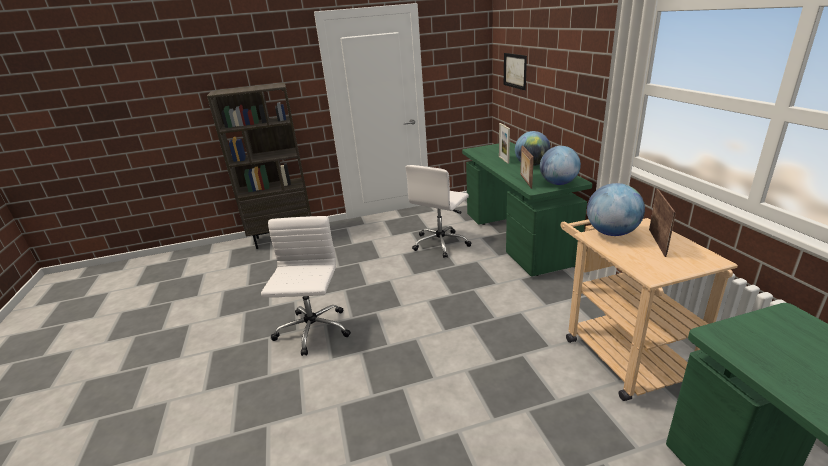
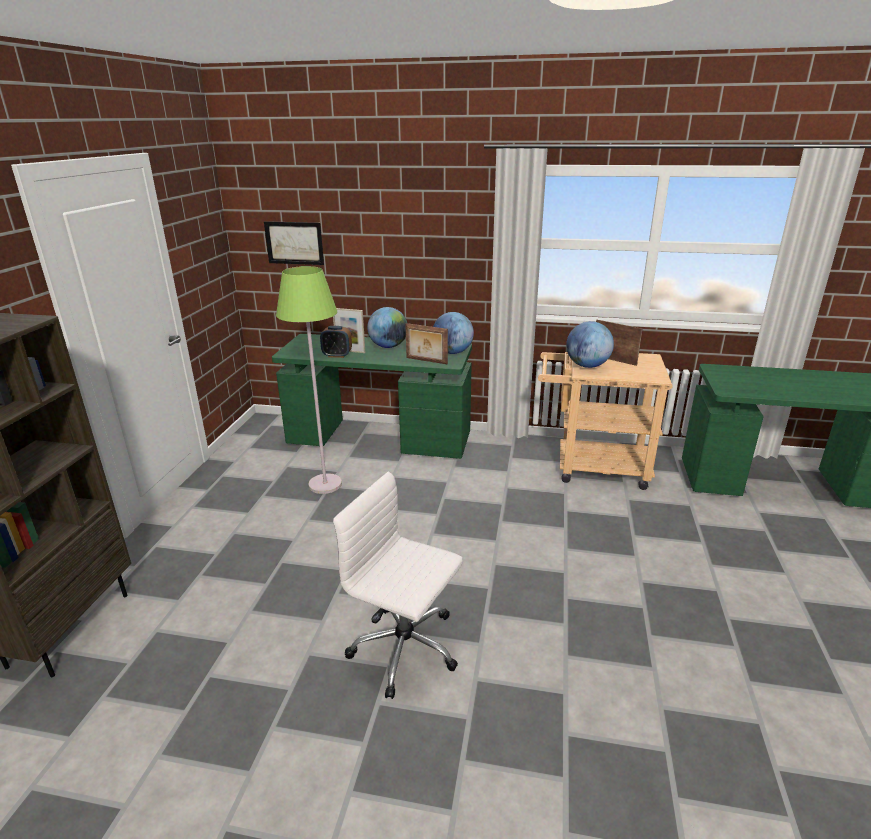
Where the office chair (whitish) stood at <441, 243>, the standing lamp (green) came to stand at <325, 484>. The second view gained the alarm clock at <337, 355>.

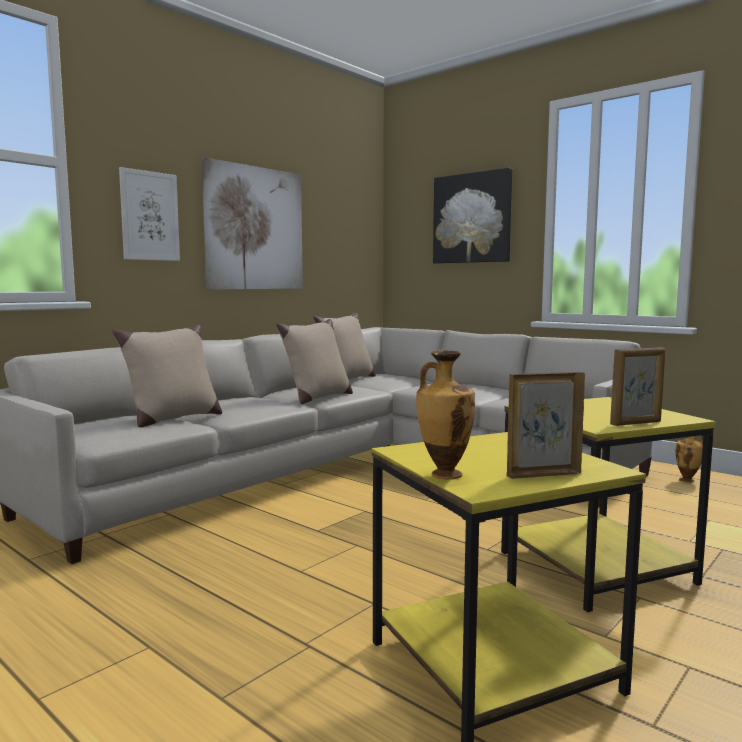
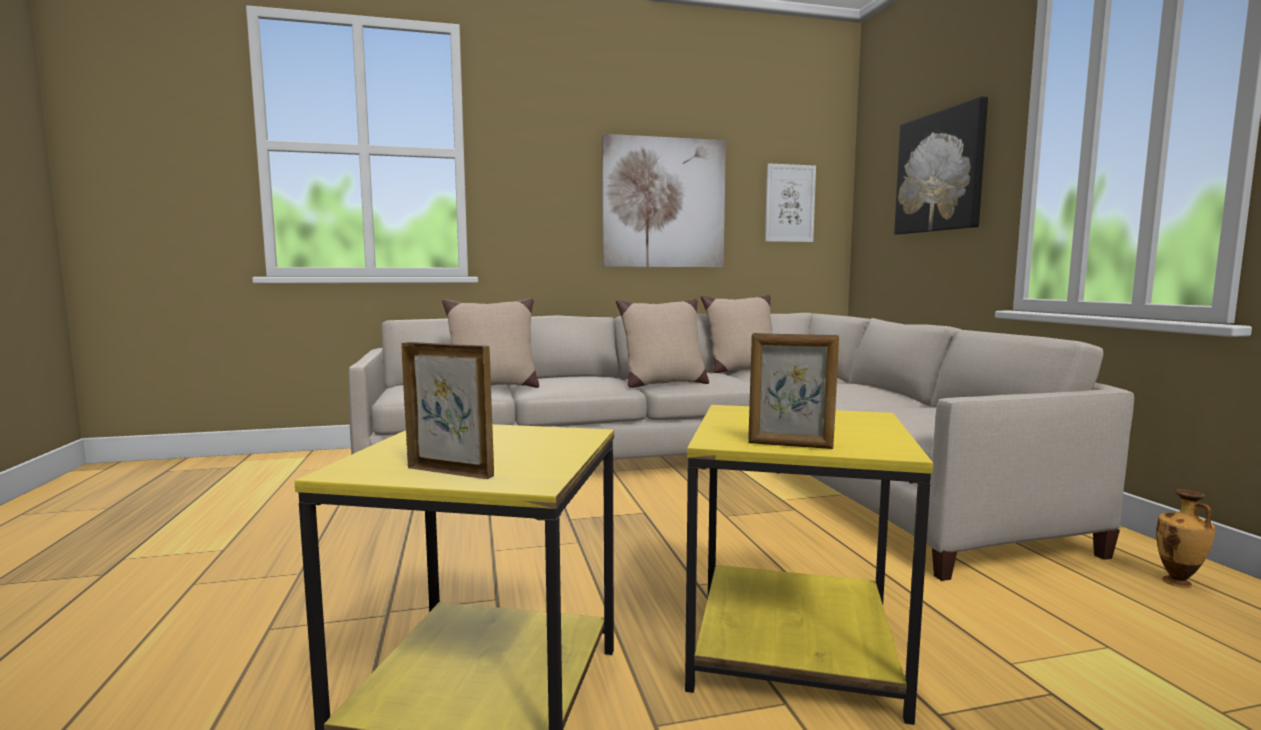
The picture ended up elsewhere, having gone from <150, 216> to <789, 203>. The second view lost the vase at <444, 474>.

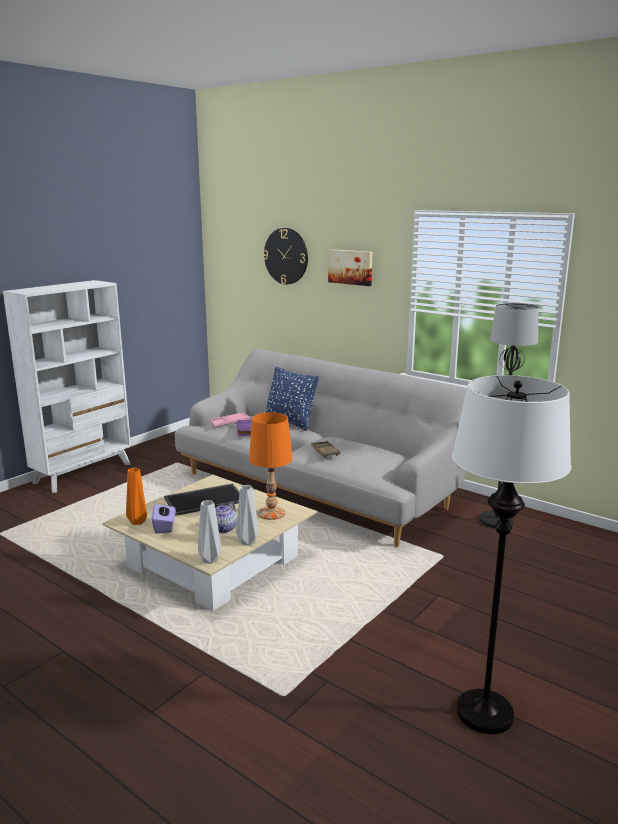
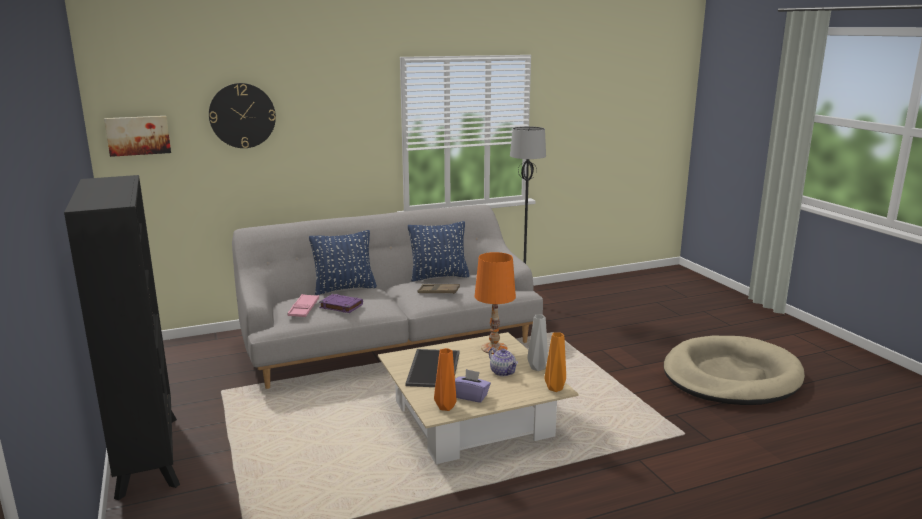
The picture ended up elsewhere, having gone from <351, 267> to <138, 135>. What was the bookshelf (whitish) at <84, 473> turned into the bookshelf (black) at <148, 455>. Where the standing lamp (whitish) stood at <484, 712>, the dog bed (sand-coloured) came to stand at <730, 376>. What was the vase (grey) at <209, 560> turned into the vase (orangey) at <554, 389>. The second view gained the cushion (bluish) at <439, 277>.

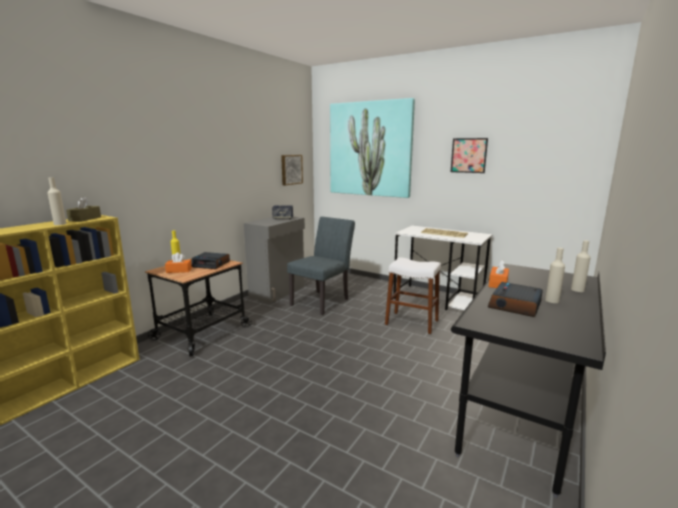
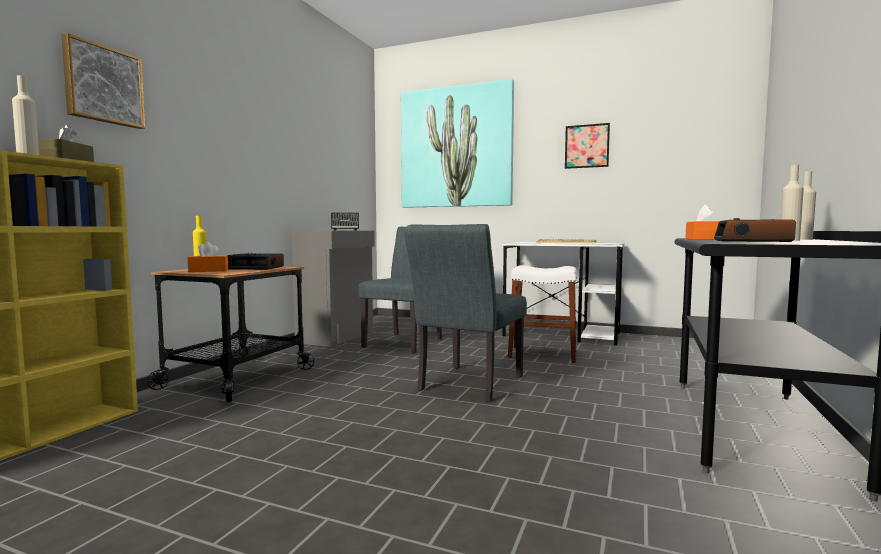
The picture ended up elsewhere, having gone from <291, 169> to <103, 85>. The second view gained the chair (grey) at <467, 385>.

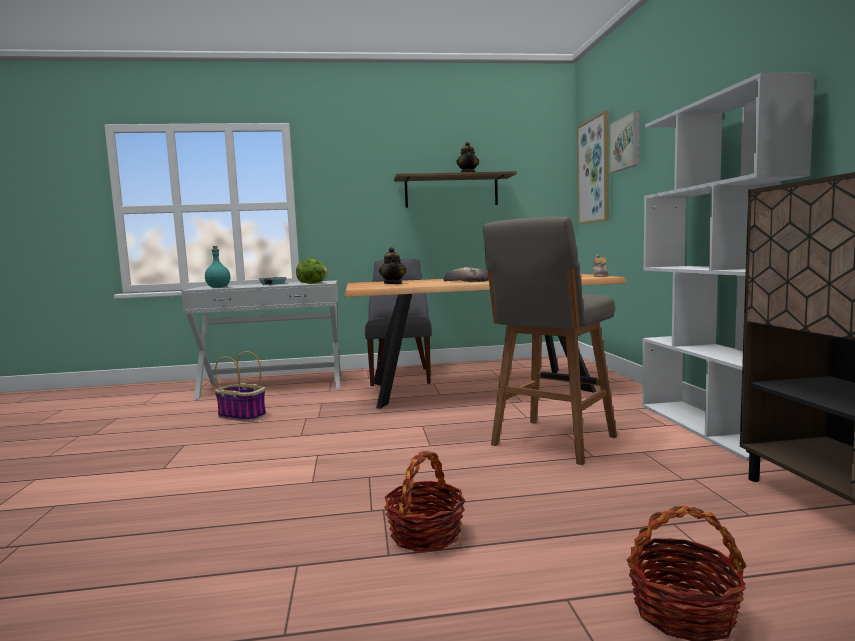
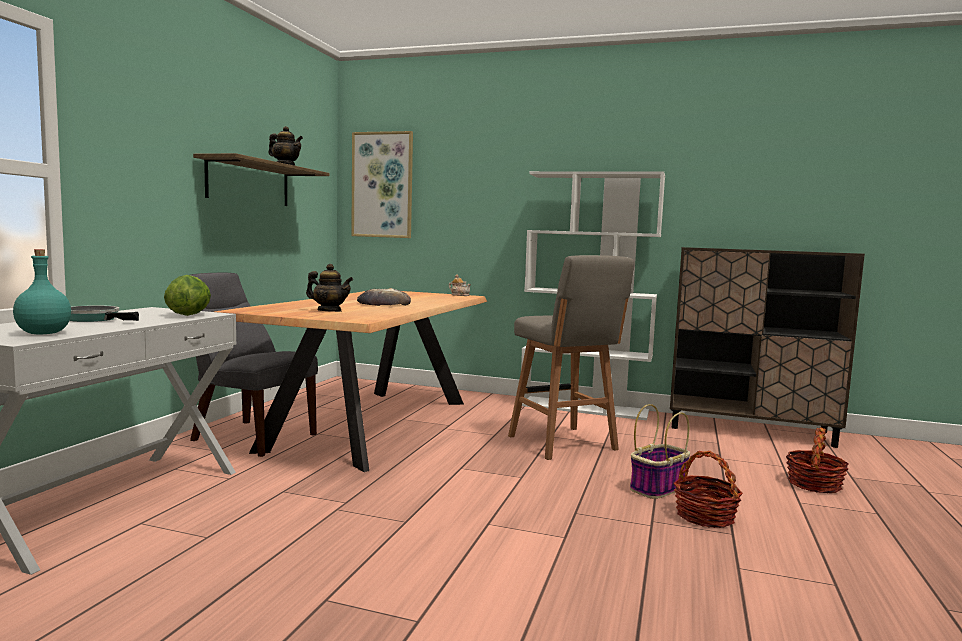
The second view lost the picture at <626, 143>. The storage basket ended up elsewhere, having gone from <243, 416> to <658, 487>.

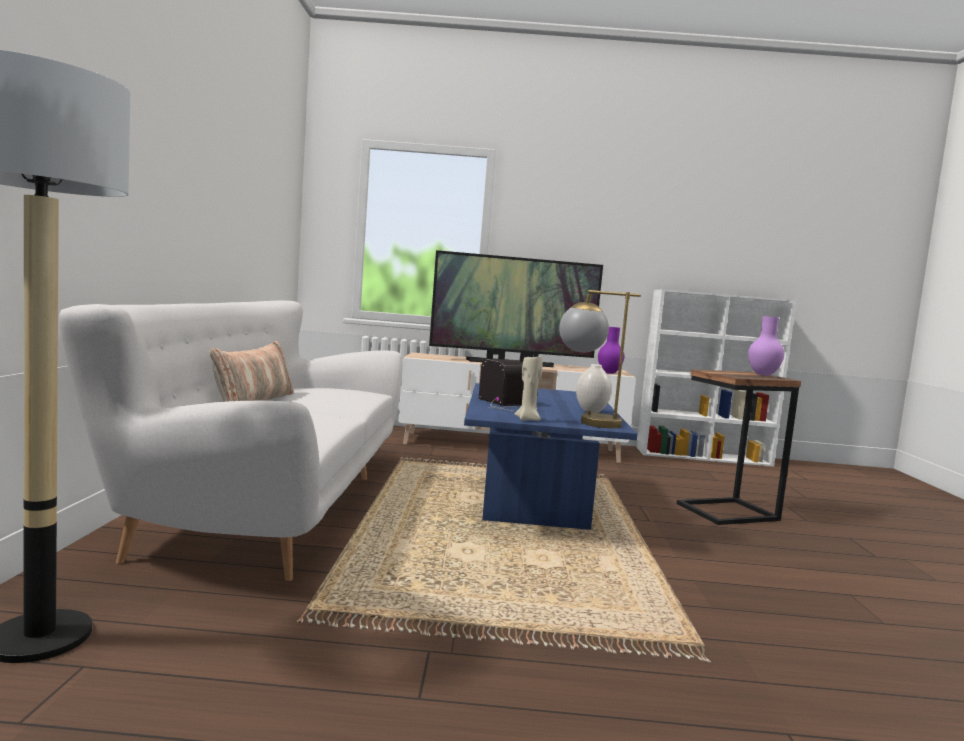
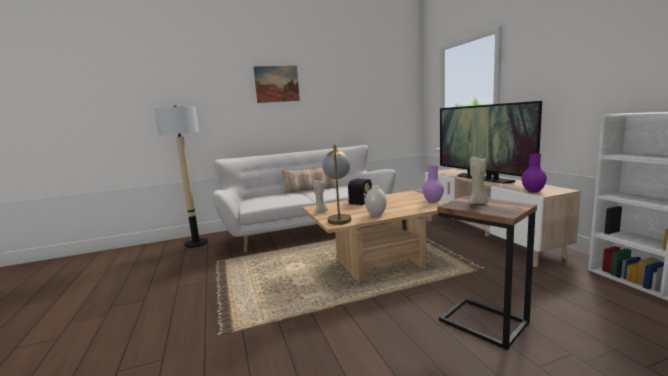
The vase (purple-coloured) ended up elsewhere, having gone from <763, 375> to <433, 202>. What was the lounge table (bluish) at <533, 505> turned into the lounge table (sand-coloured) at <379, 264>. The second view gained the picture at <277, 84>. The second view gained the wax light (sand-coloured) at <477, 203>.

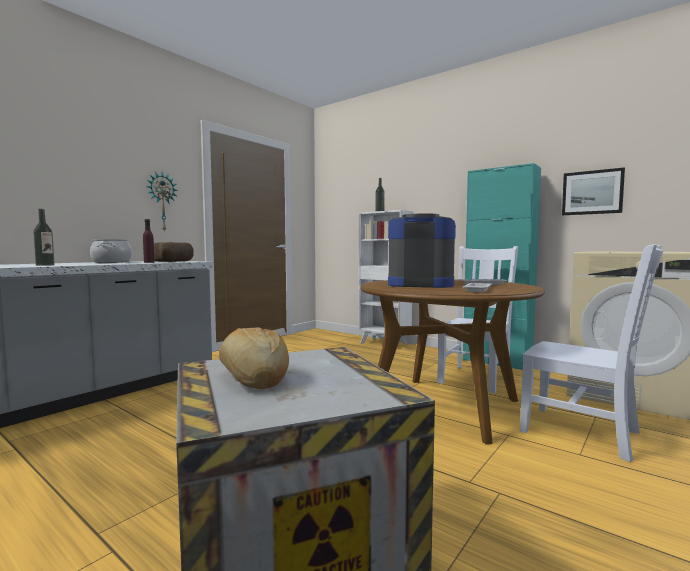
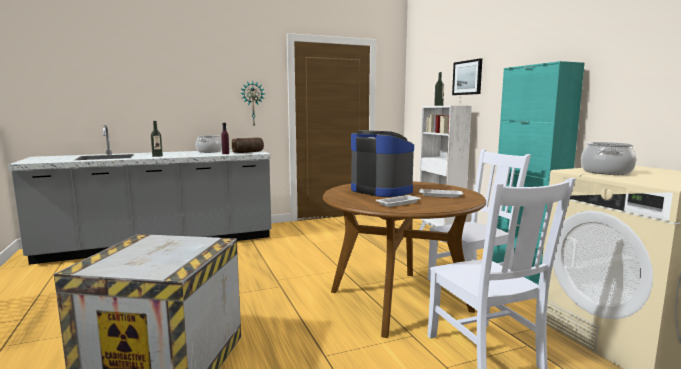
The picture ended up elsewhere, having gone from <592, 192> to <467, 77>. The second view lost the bread at <252, 379>. The second view gained the cooking pot at <605, 172>.

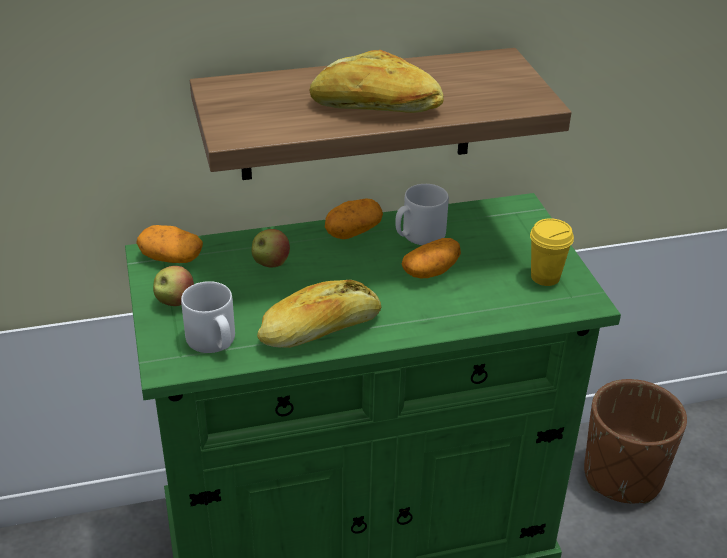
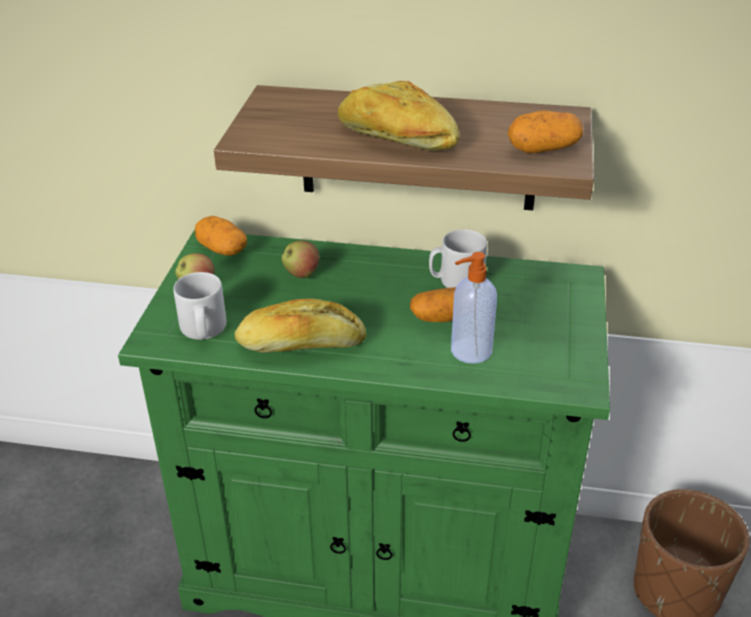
The whole potato ended up elsewhere, having gone from <353, 232> to <543, 149>. The second view lost the small cup (yellow) at <545, 277>. The second view gained the soap bottle at <469, 351>.

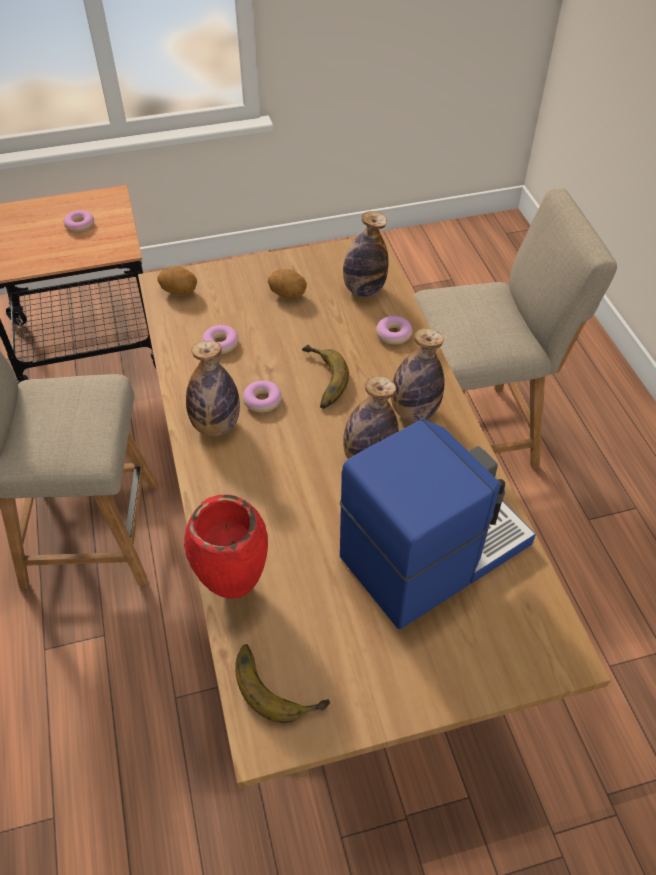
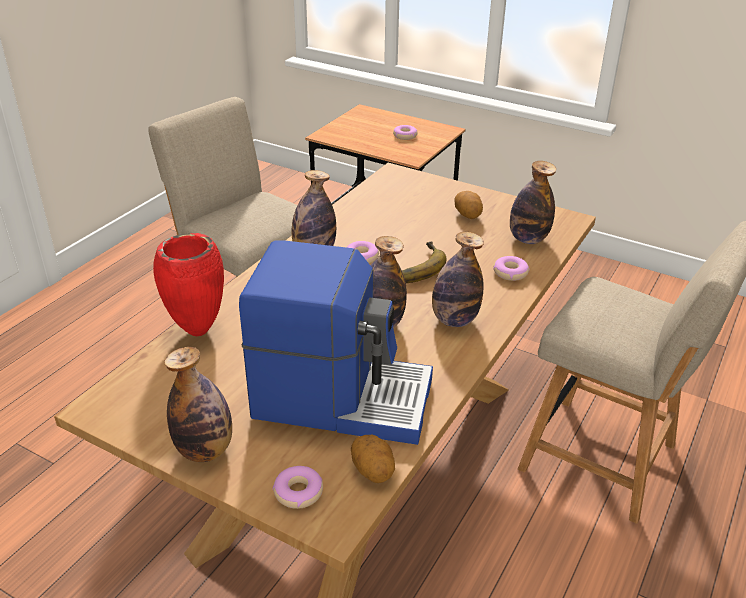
The whole potato ended up elsewhere, having gone from <179, 291> to <373, 471>. The ring doughnut ended up elsewhere, having gone from <220, 343> to <298, 492>. The second view lost the banana fruit at <279, 681>. The second view gained the drink bottle at <205, 450>.

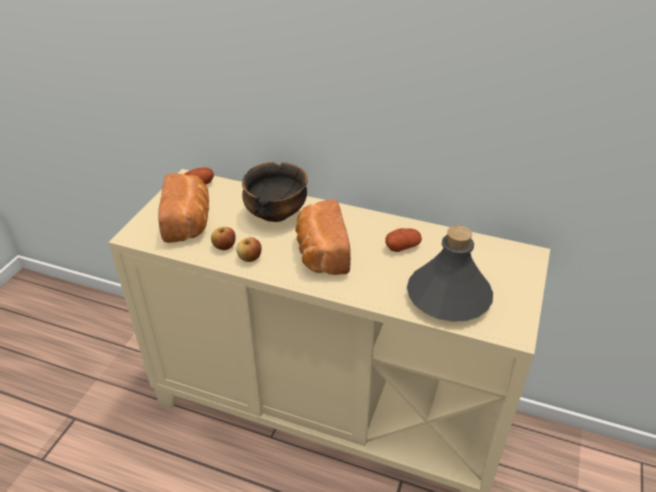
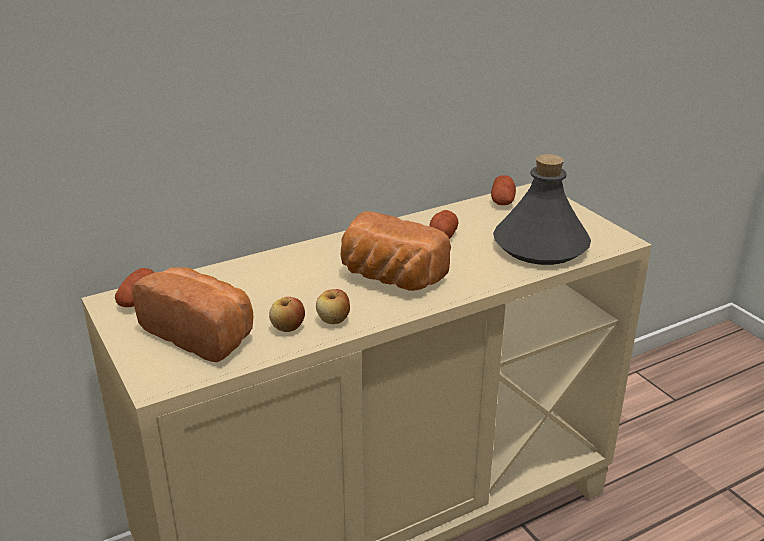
The second view lost the bowl at <275, 214>. The second view gained the whole potato at <502, 201>.

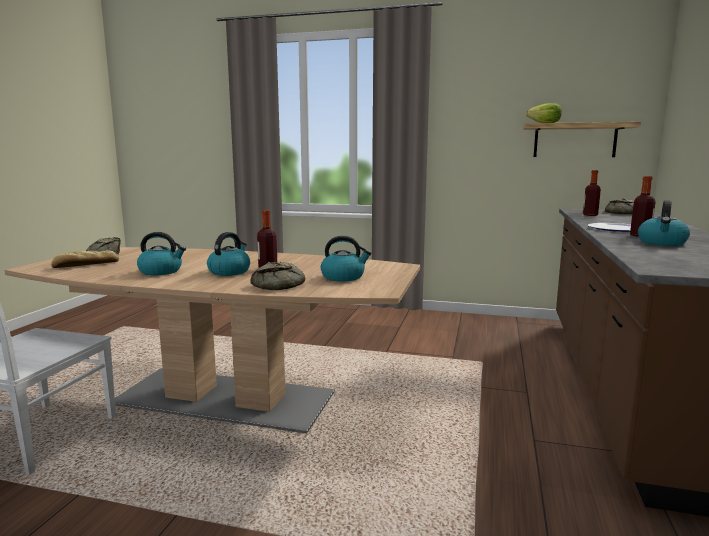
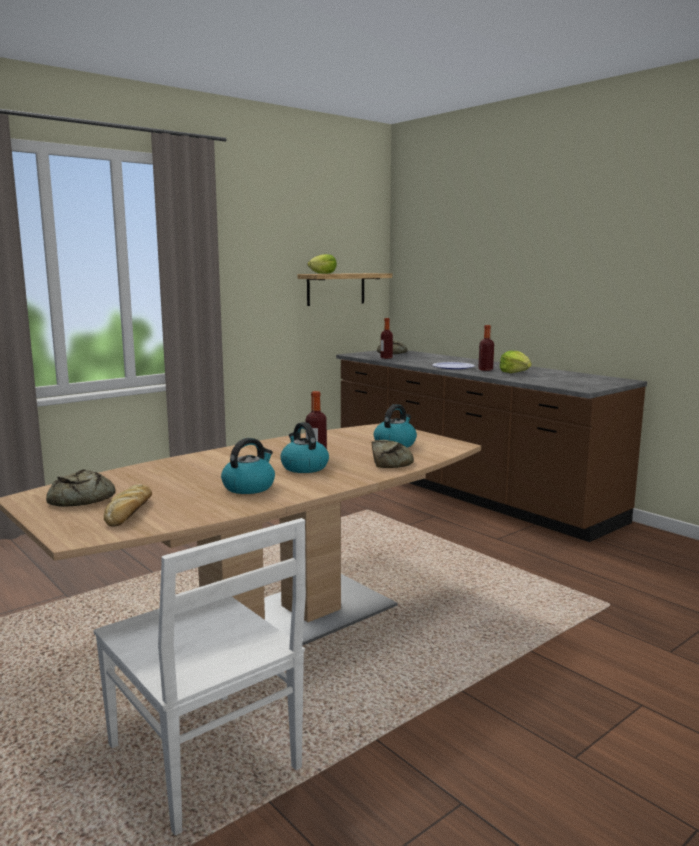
Where the kettle stood at <662, 243>, the head of lettuce came to stand at <515, 373>.

